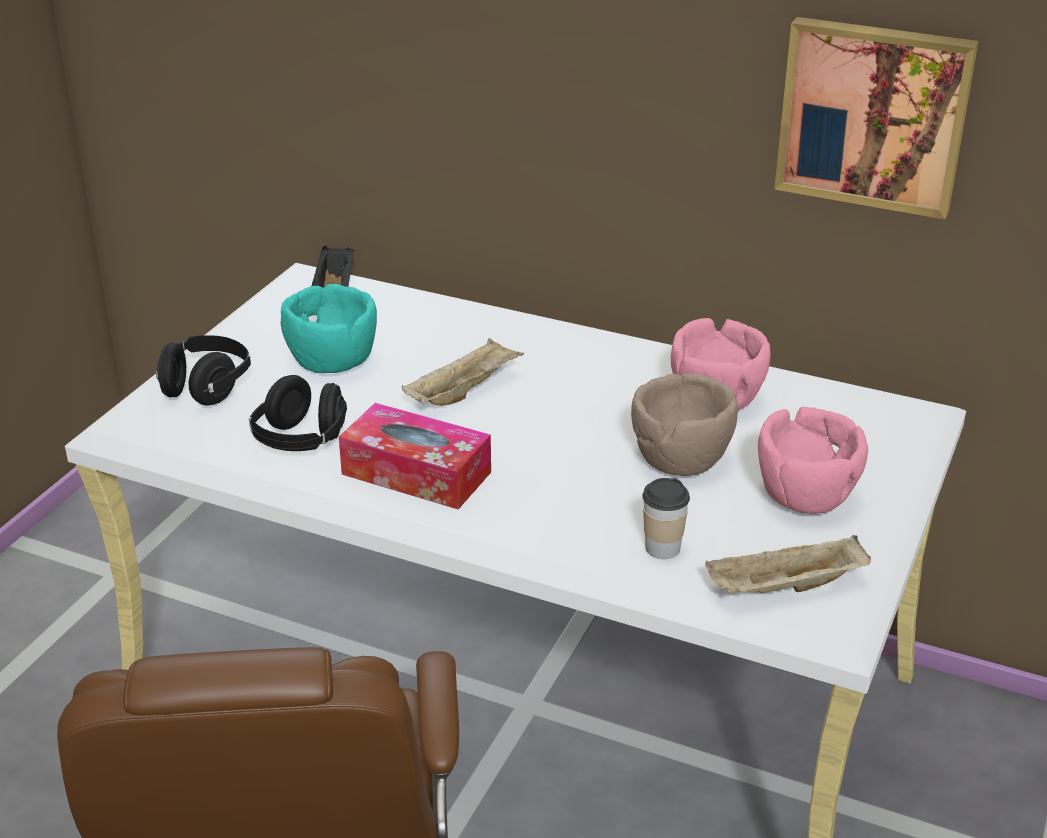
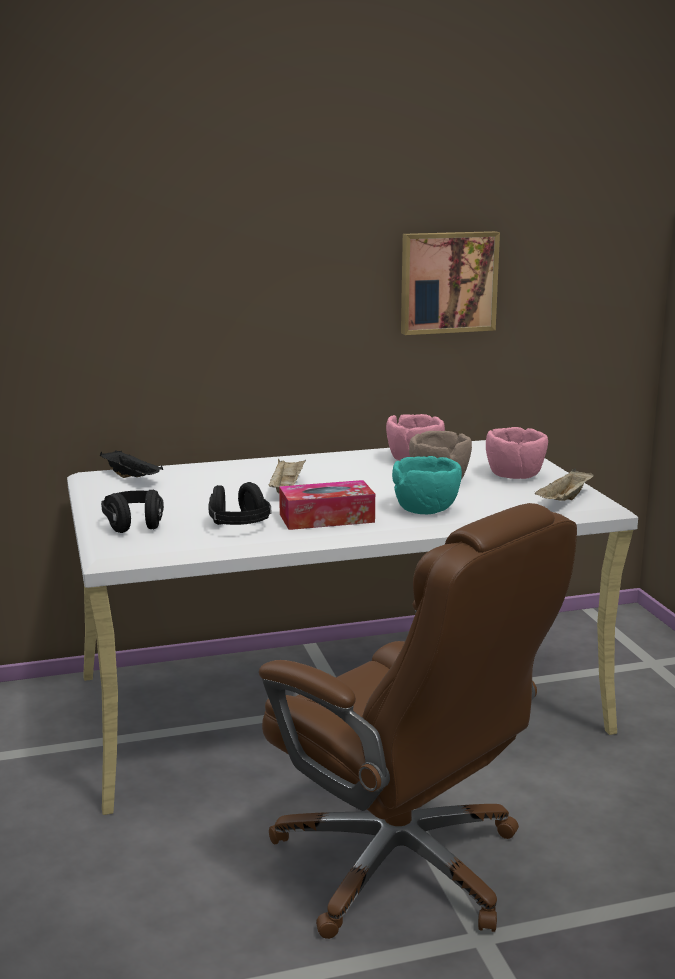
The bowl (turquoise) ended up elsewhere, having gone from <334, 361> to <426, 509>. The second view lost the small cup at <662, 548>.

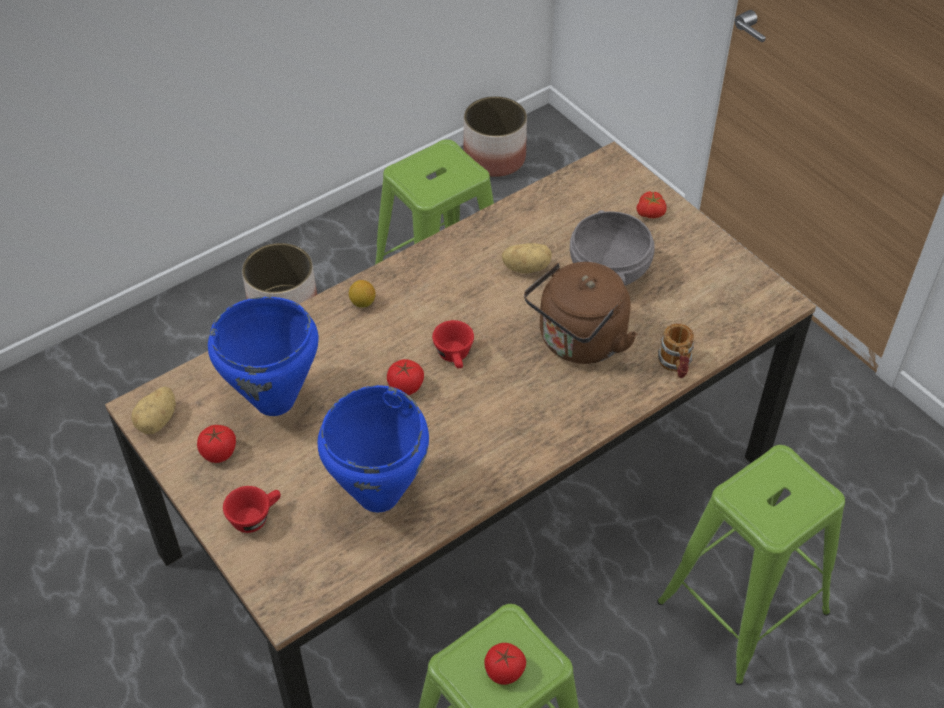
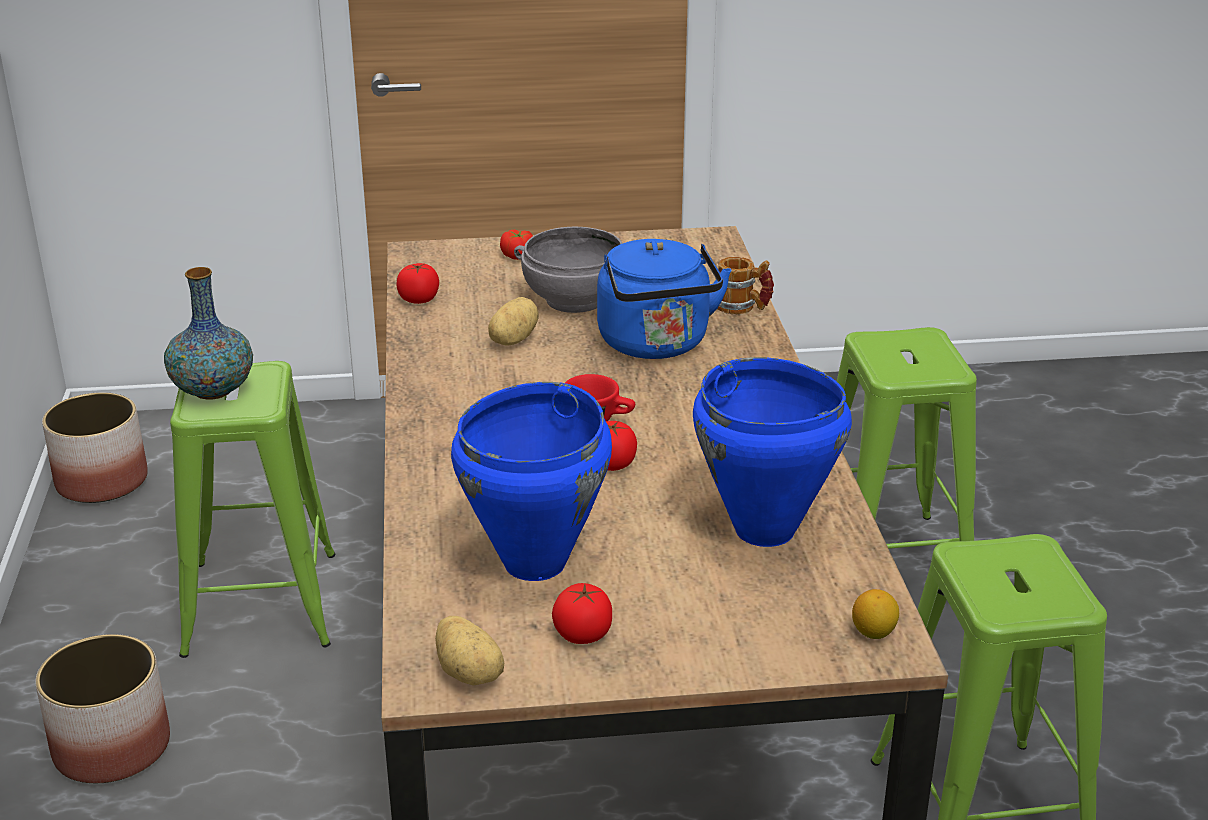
What was the kettle (brown) at <578, 342> turned into the kettle (bluish) at <656, 345>. The whole lemon ended up elsewhere, having gone from <363, 303> to <873, 633>. The second view lost the small cup (red-coloured) at <255, 516>. The whole tomato ended up elsewhere, having gone from <504, 671> to <419, 299>. The second view gained the vase at <213, 390>.

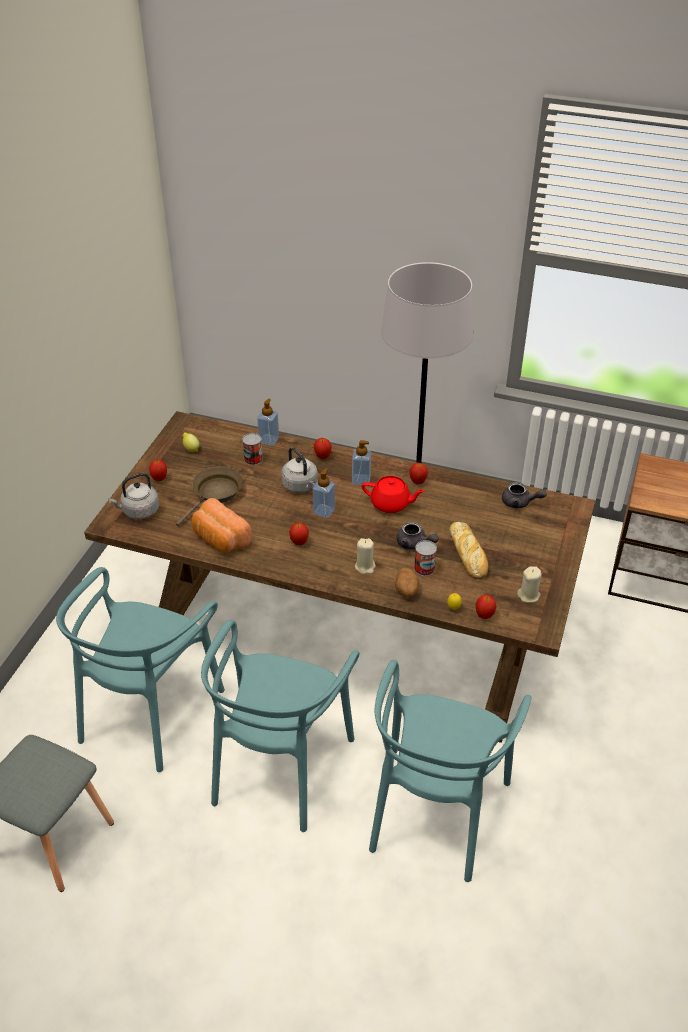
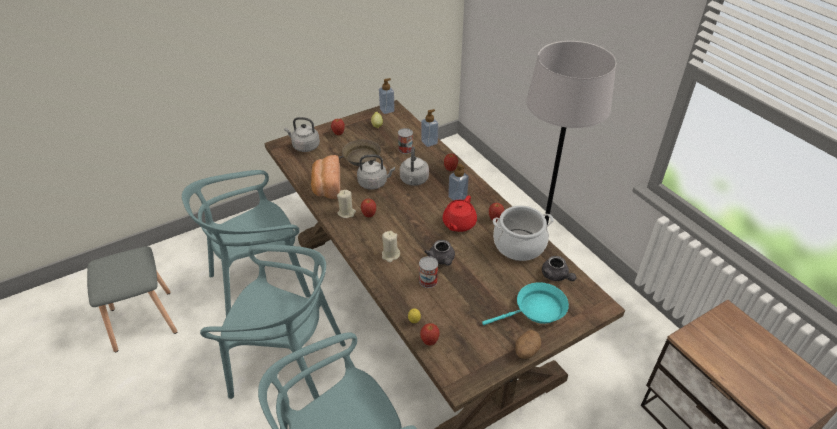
The soap bottle ended up elsewhere, having gone from <324, 511> to <387, 110>. The pot for tea (red-coloured) at <391, 504> ended up facing another way, 60 degrees clockwise from before. The second view lost the bread at <468, 555>. The wax light (sand-coloured) ended up elsewhere, having gone from <528, 595> to <346, 213>. The whole potato ended up elsewhere, having gone from <406, 590> to <526, 351>. The chair (turquoise) at <279, 767> ended up facing another way, 135 degrees counterclockwise from before. The second view gained the kettle (grey) at <374, 183>. The second view gained the cooking pot at <519, 245>. The second view gained the frying pan (turquoise) at <536, 310>.

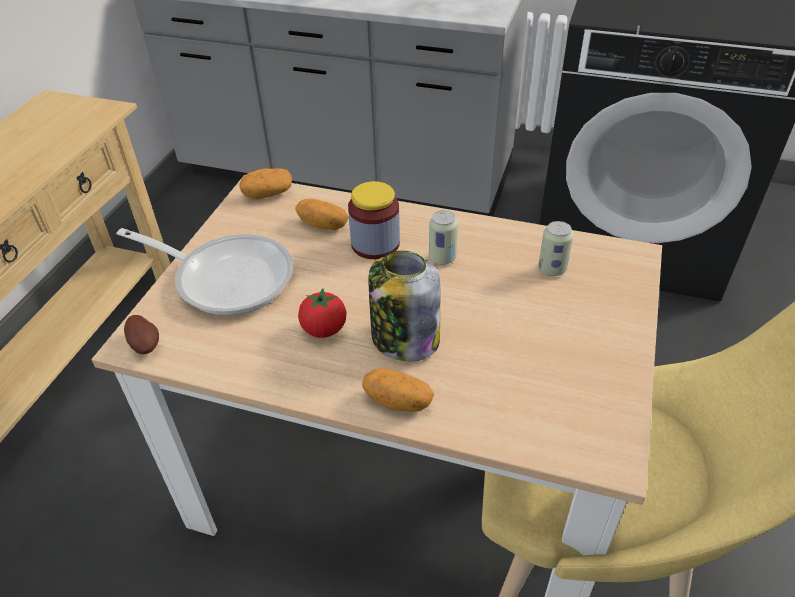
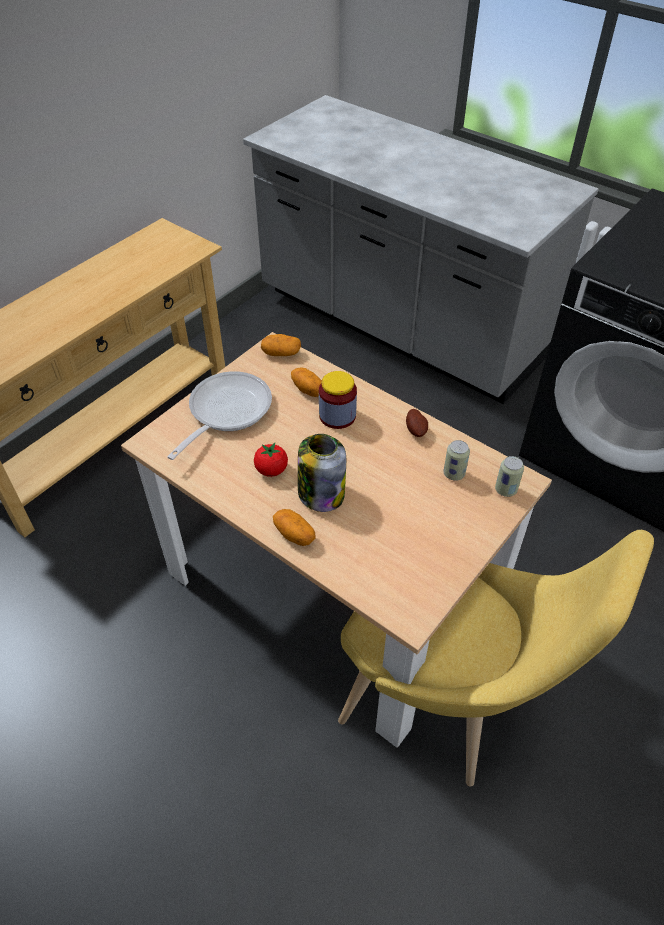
The sealed can ended up elsewhere, having gone from <442, 258> to <505, 490>. The frying pan at <226, 277> ended up facing another way, 105 degrees counterclockwise from before. The whole potato ended up elsewhere, having gone from <146, 344> to <416, 430>.

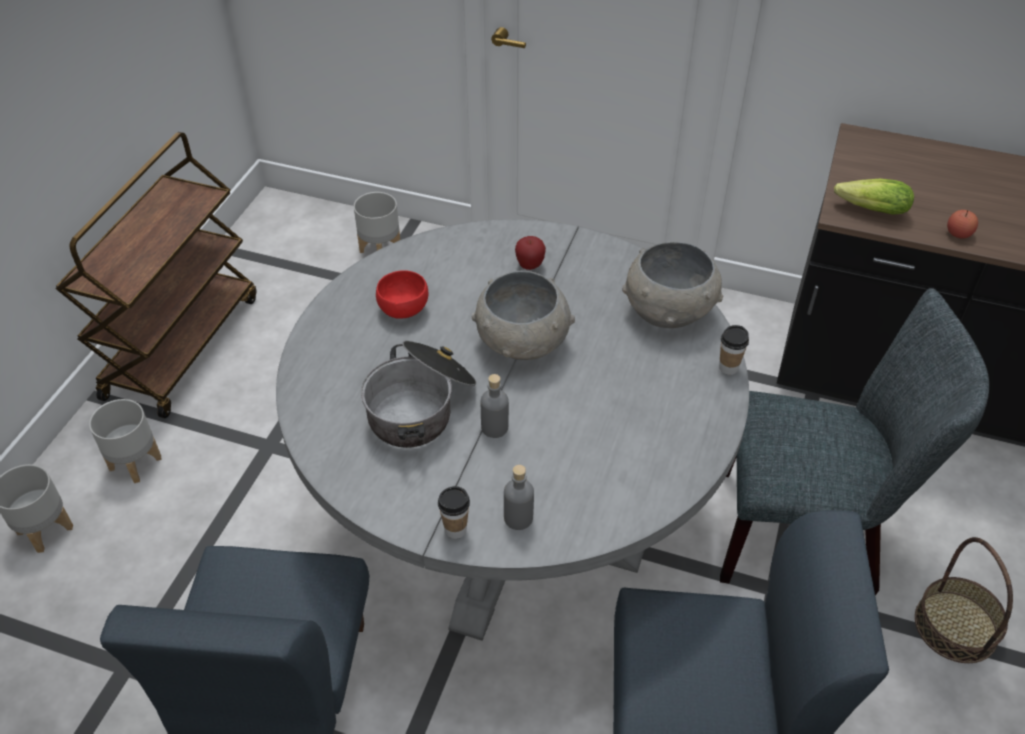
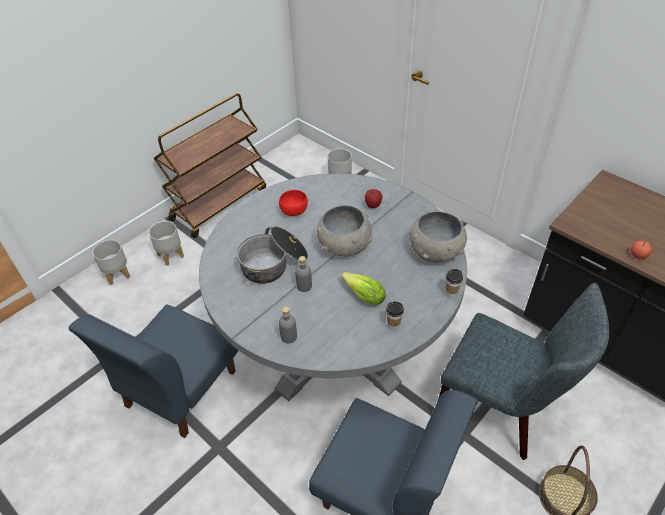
The head of lettuce ended up elsewhere, having gone from <868, 209> to <362, 294>. The small cup ended up elsewhere, having gone from <455, 529> to <393, 325>.

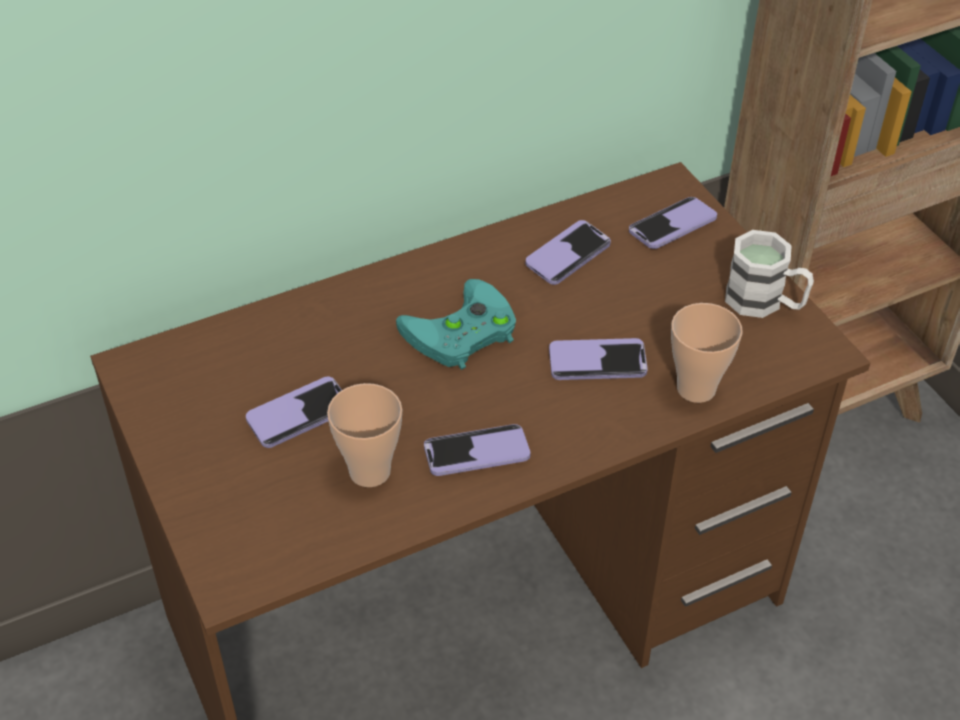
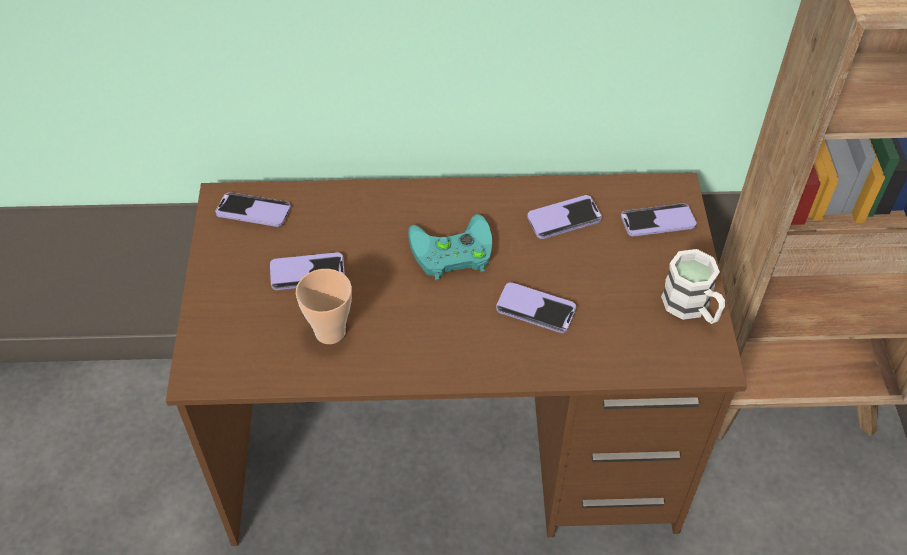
The second view lost the small cup at <696, 388>. The telephone ended up elsewhere, having gone from <476, 452> to <253, 211>.

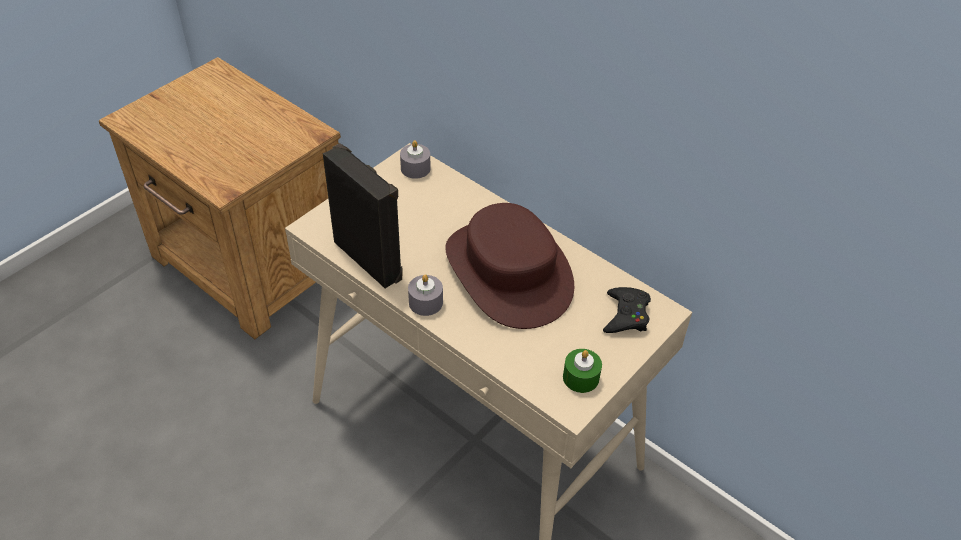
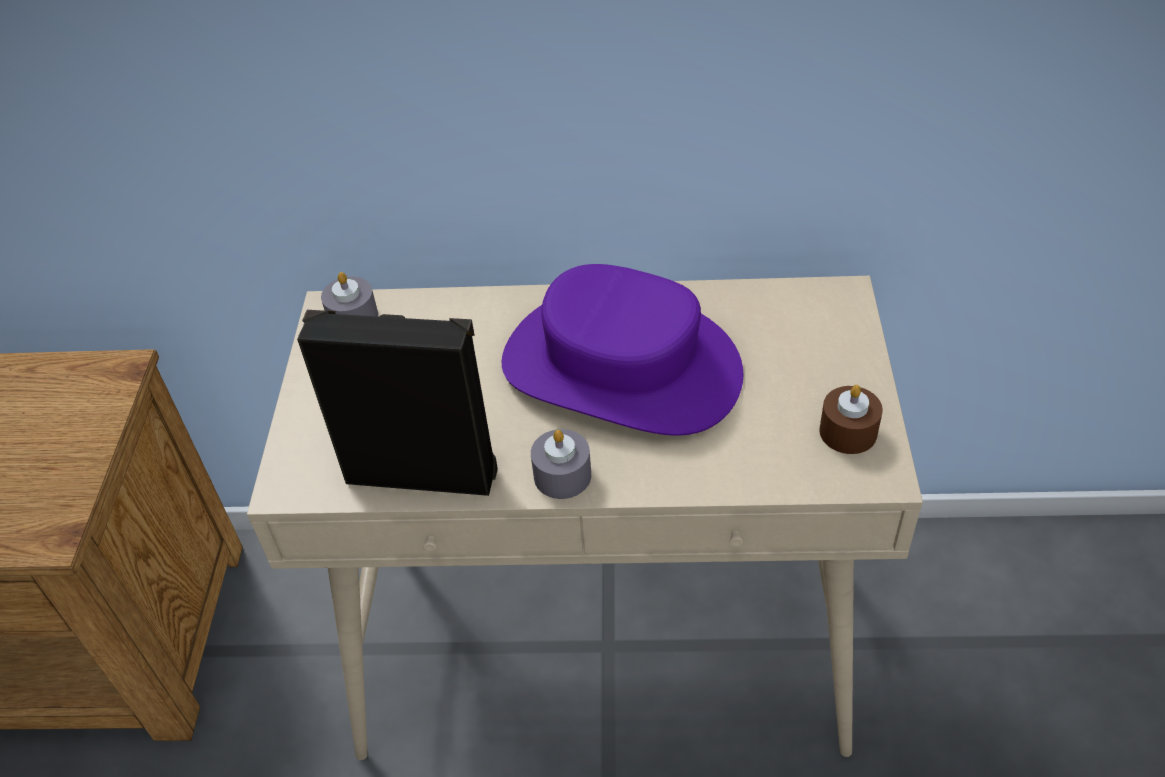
What was the wearable hat (brown) at <509, 272> turned into the wearable hat (purple-coloured) at <622, 367>. The second view lost the game controller (black) at <626, 315>. What was the wax light (green) at <581, 377> turned into the wax light (brown) at <848, 432>.

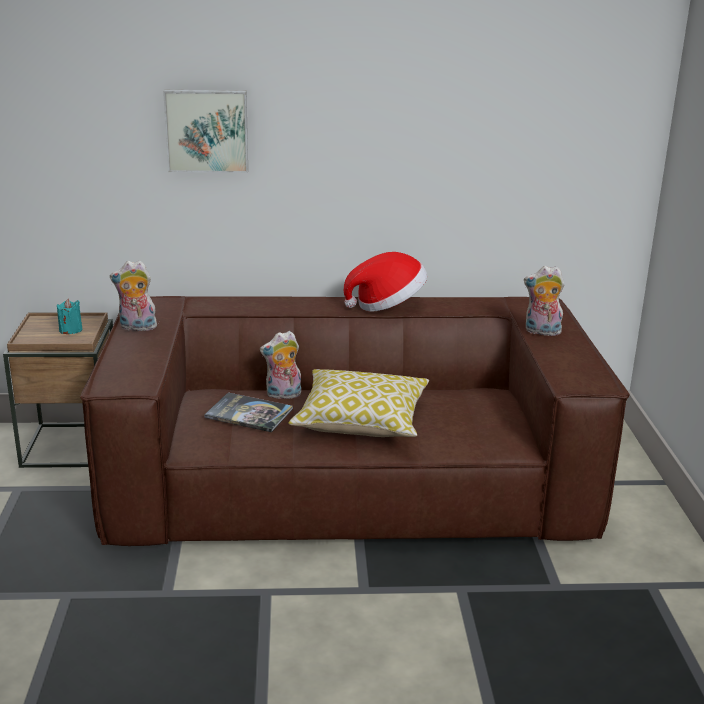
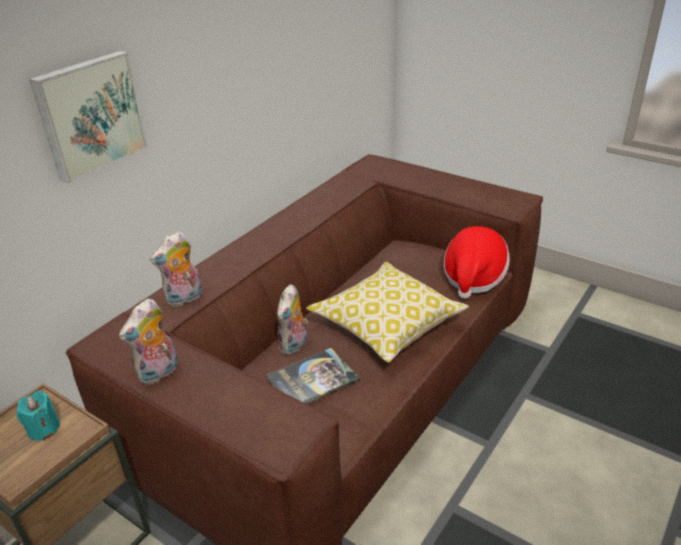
The wearable hat ended up elsewhere, having gone from <387, 305> to <473, 277>. The plush toy ended up elsewhere, having gone from <541, 332> to <184, 299>.

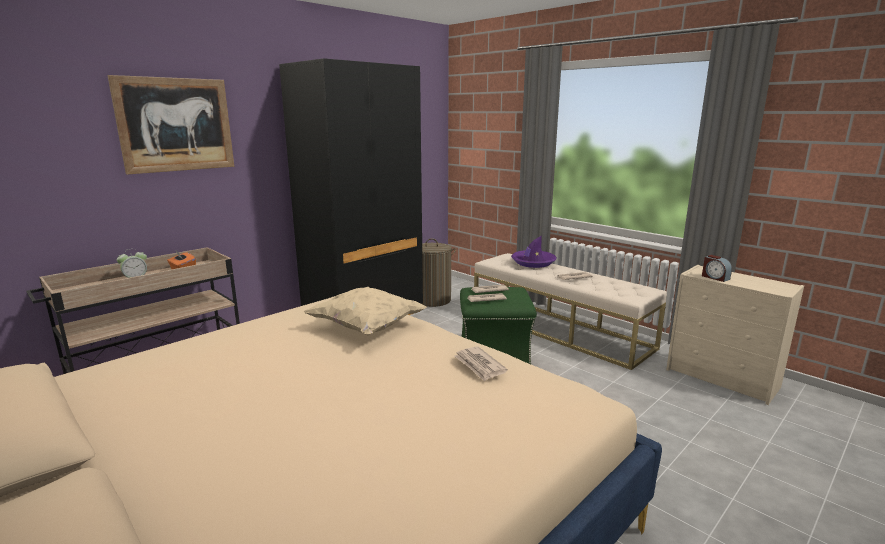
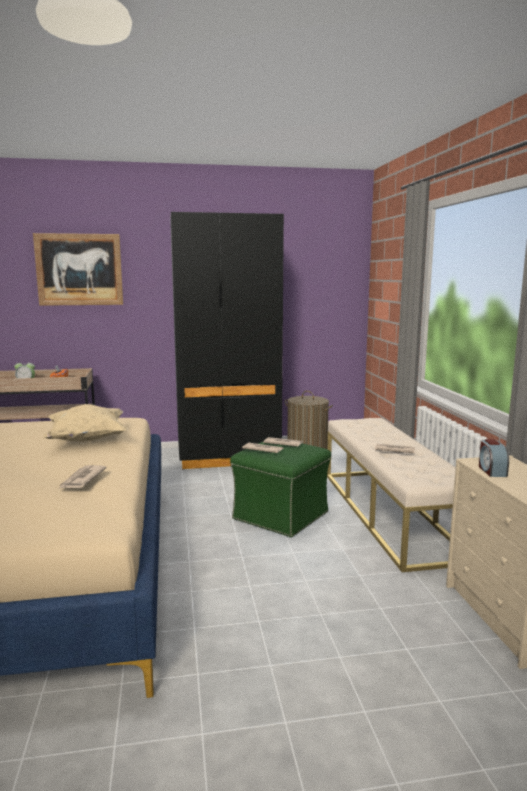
The second view lost the wearable hat (purple-coloured) at <533, 263>.

